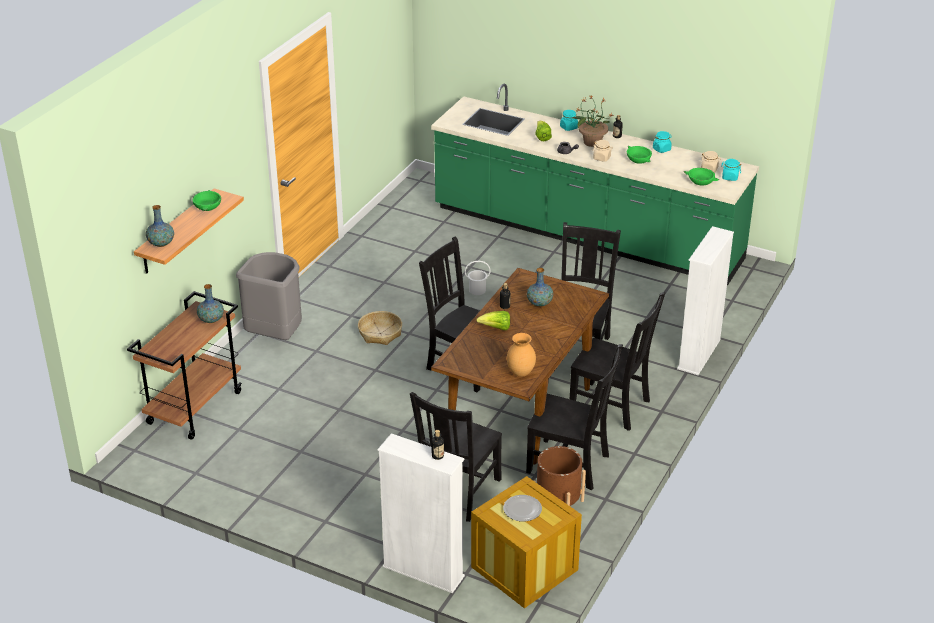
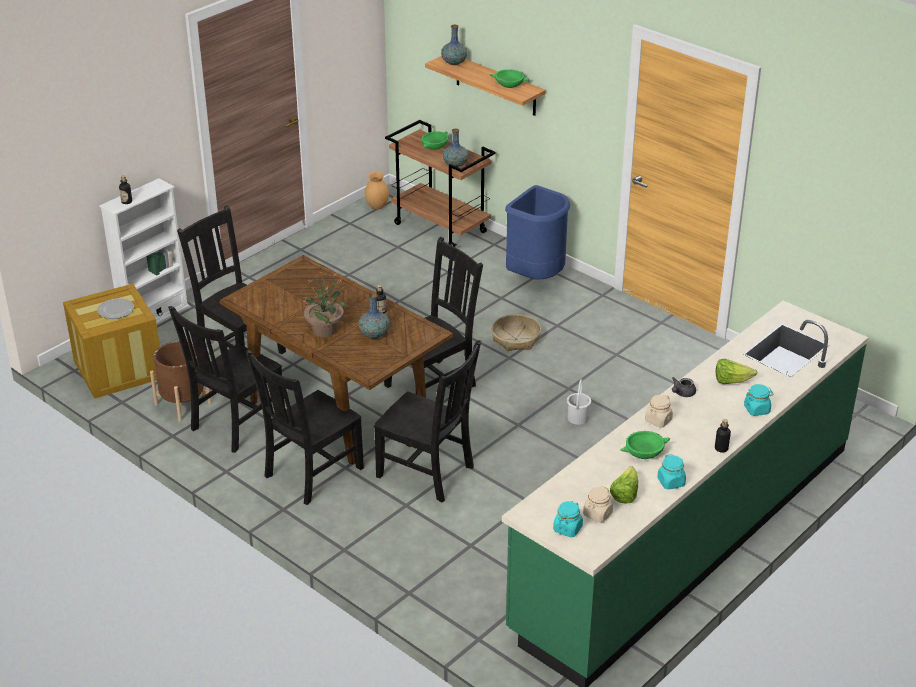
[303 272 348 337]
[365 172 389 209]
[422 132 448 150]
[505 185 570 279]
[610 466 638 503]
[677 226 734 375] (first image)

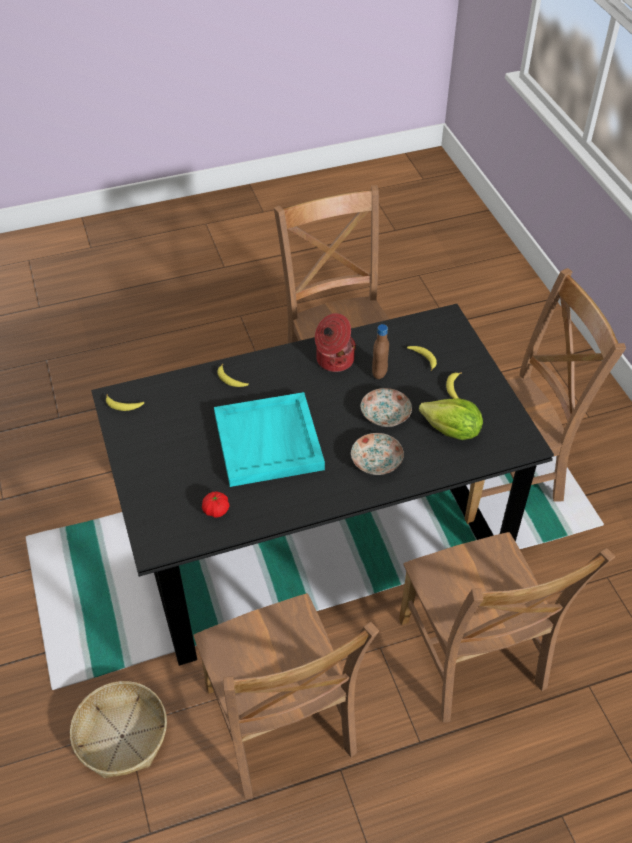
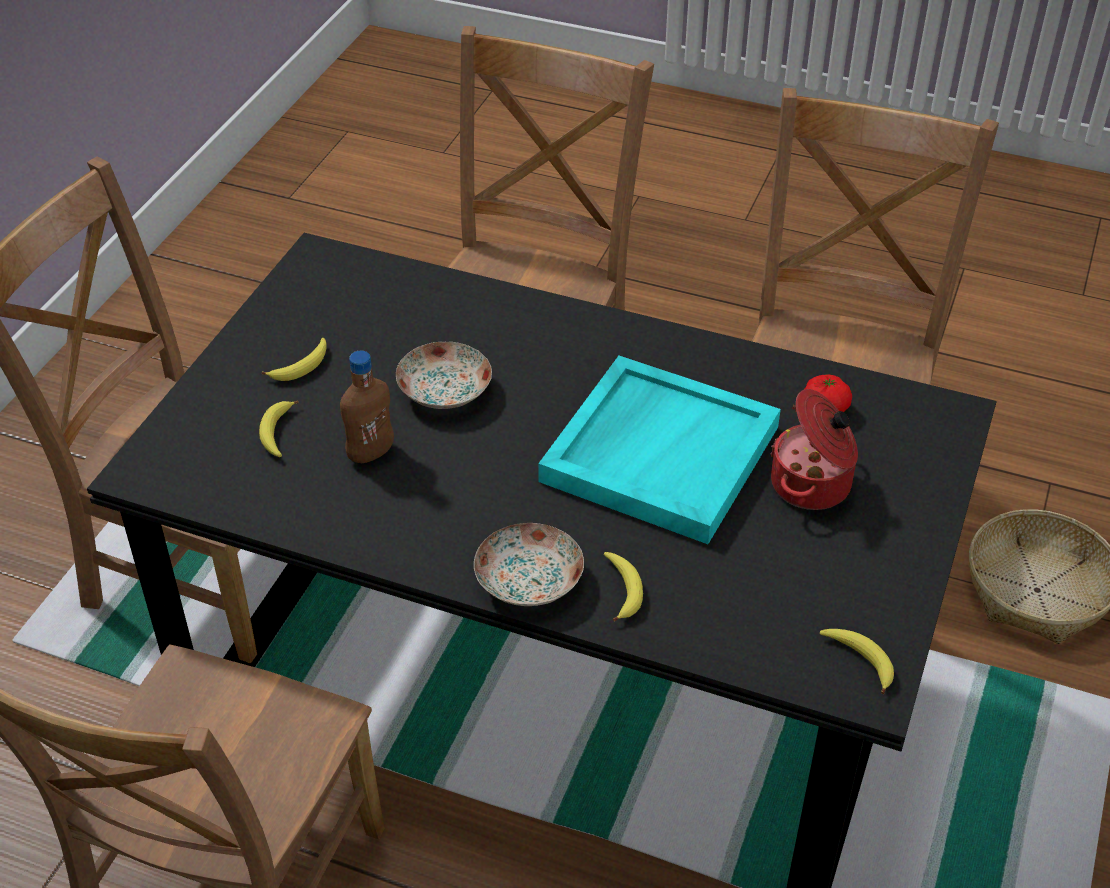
[474 523 584 606]
[770 389 858 510]
[419 398 483 440] (first image)

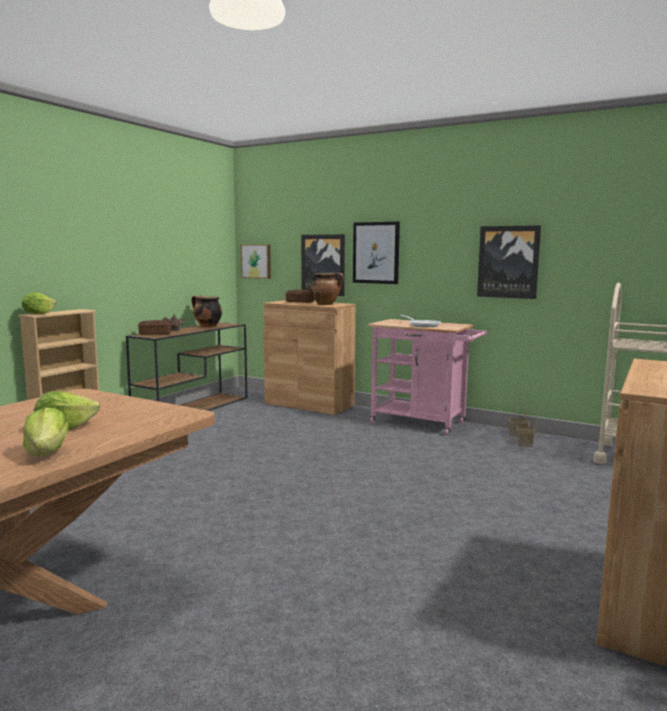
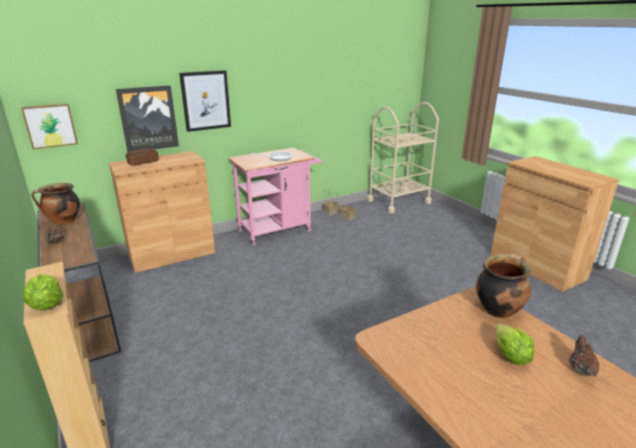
[476 253 531 318]
[569 335 599 376]
[138 320 172 335] (first image)
[477 225 541 299] (first image)

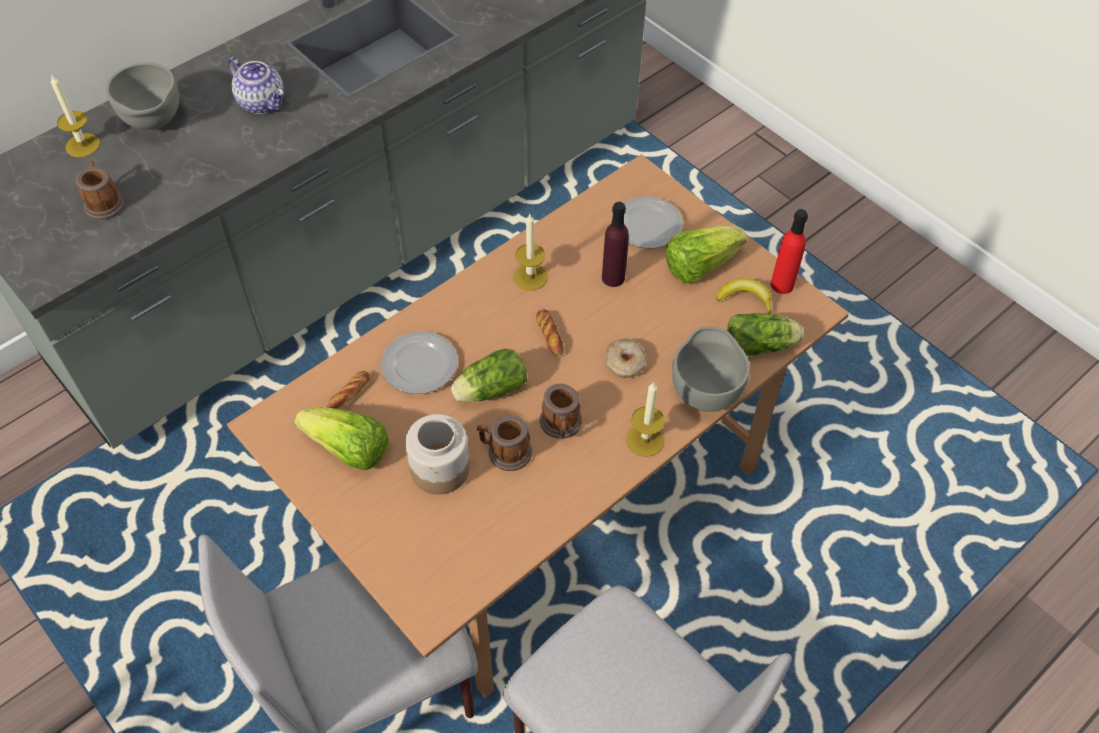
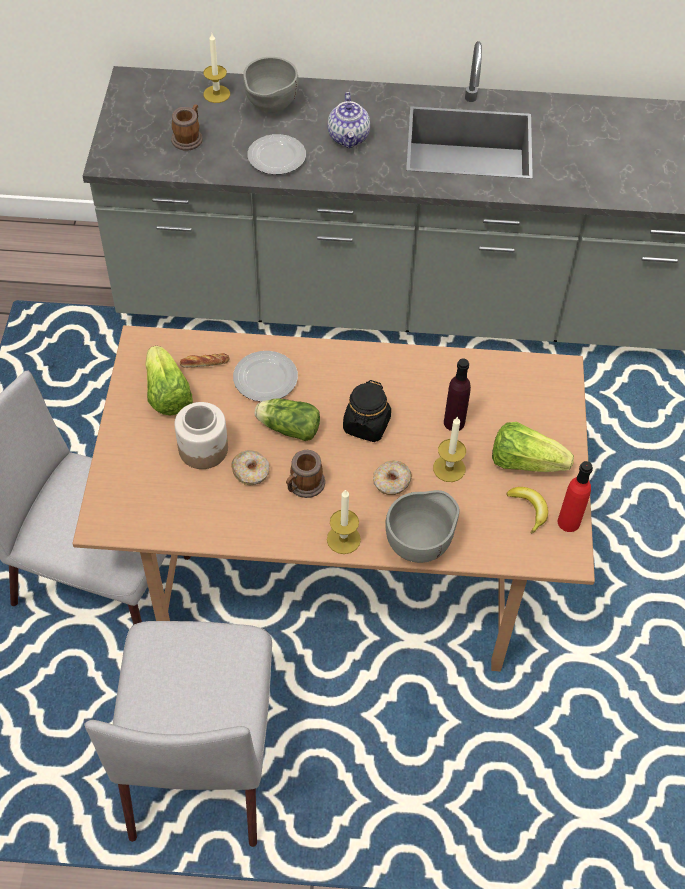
[231 451 270 485]
[247 134 306 175]
[343 380 391 442]
[433 416 466 482]
[727 313 803 356] (first image)

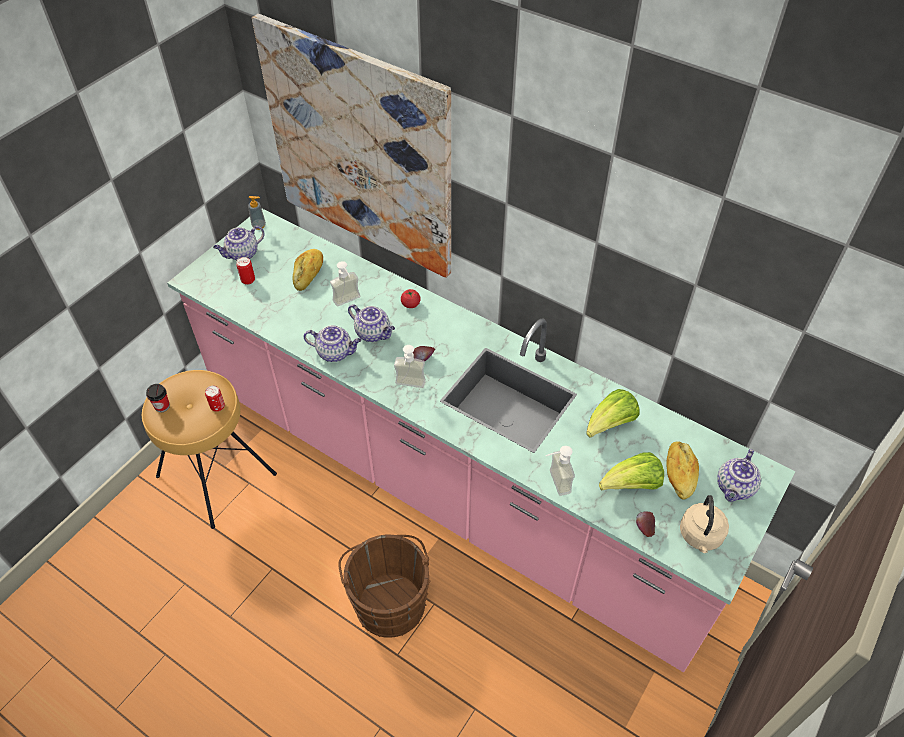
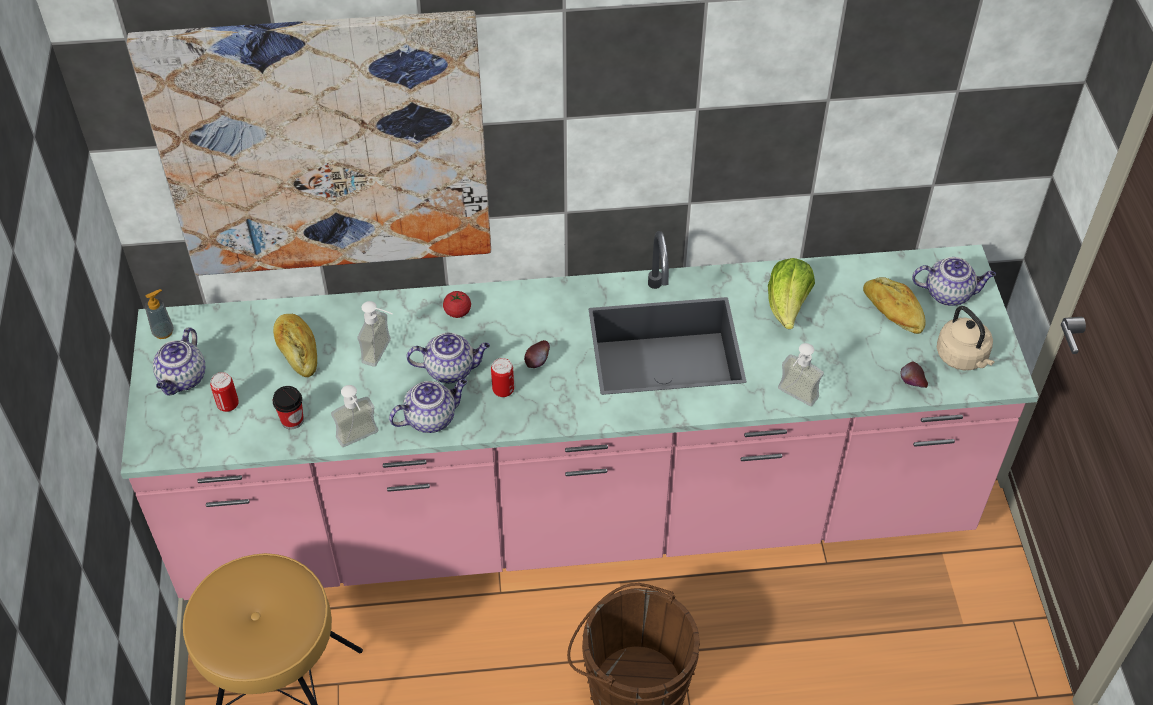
[273 386 304 429]
[331 385 378 447]
[491 358 514 397]
[912 257 996 306]
[599 452 664 490] (first image)

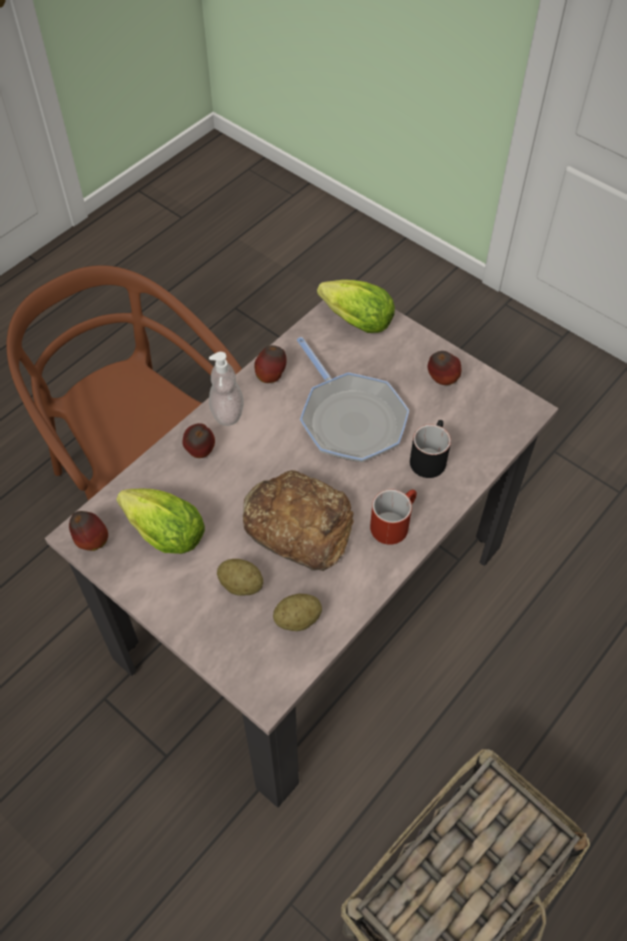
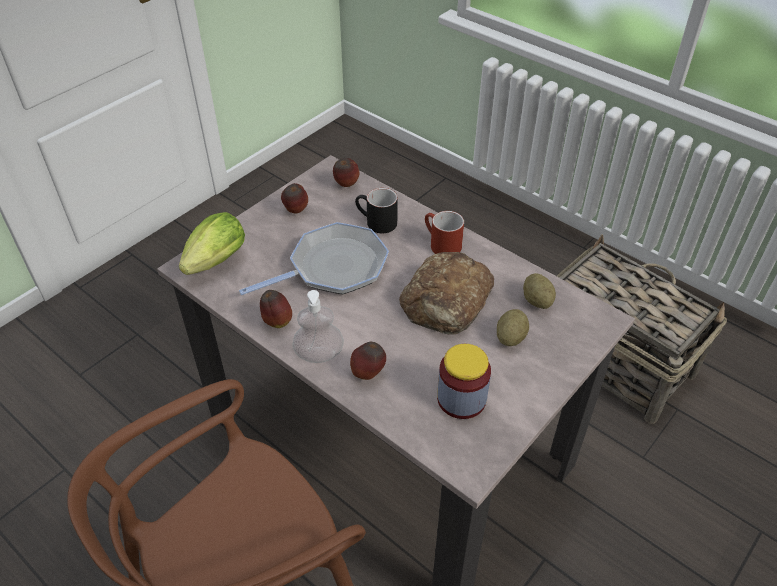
[333 158 359 187]
[437 344 491 419]

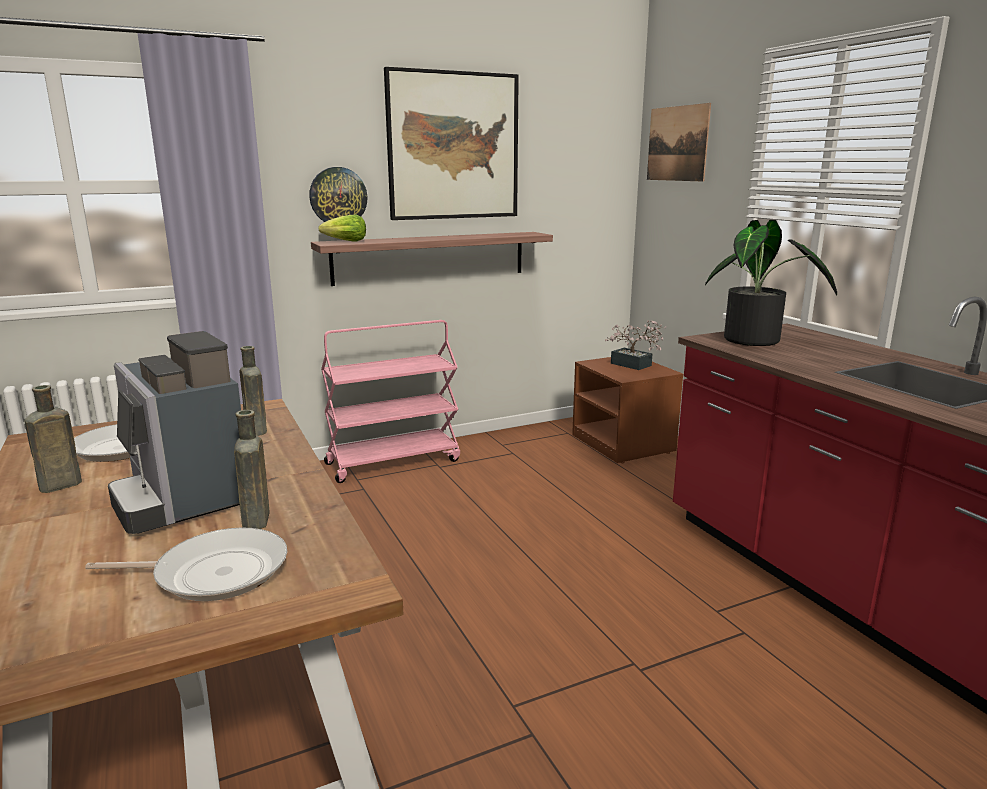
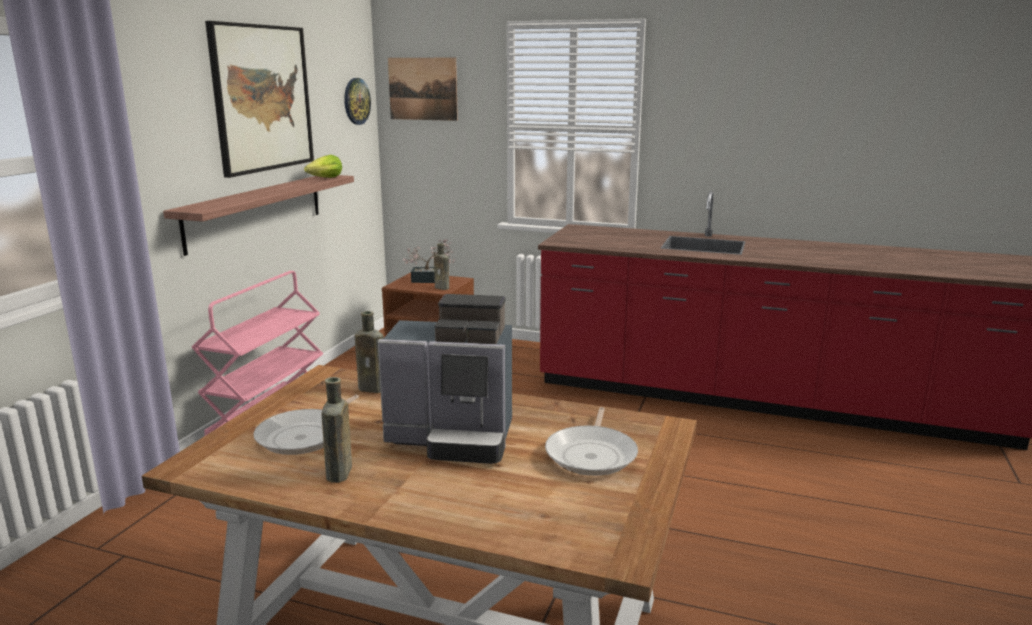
[304 155 342 178]
[344 78 371 125]
[434 243 449 290]
[545 407 638 476]
[705 220 837 346] (first image)

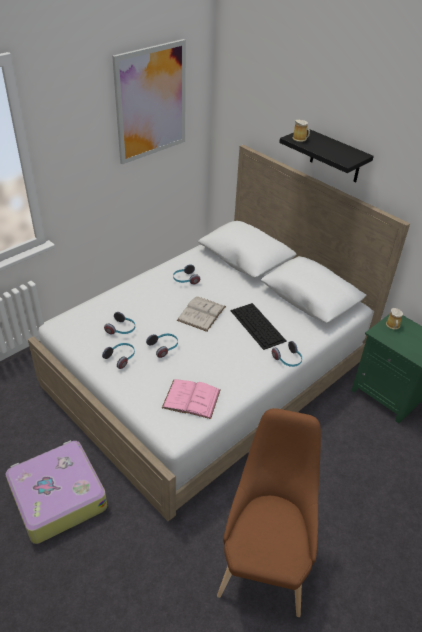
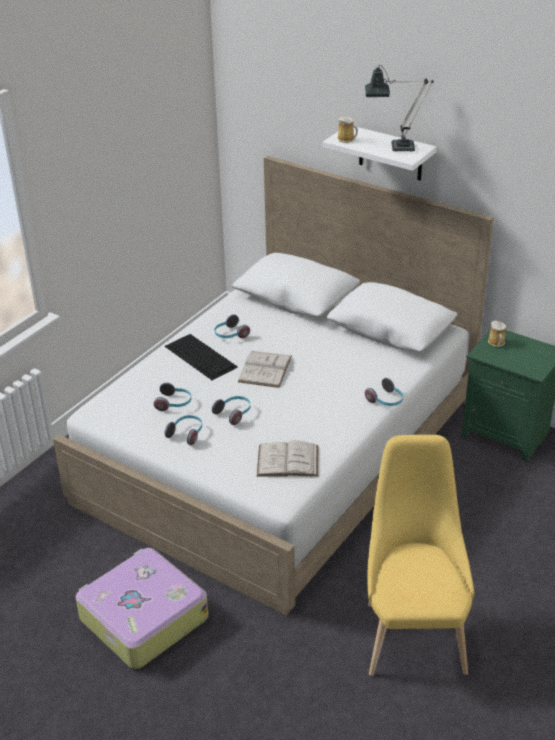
[165 334 238 380]
[257 440 318 477]
[323 127 437 181]
[365 65 434 152]
[367 435 475 676]
[112 39 186 165] (first image)

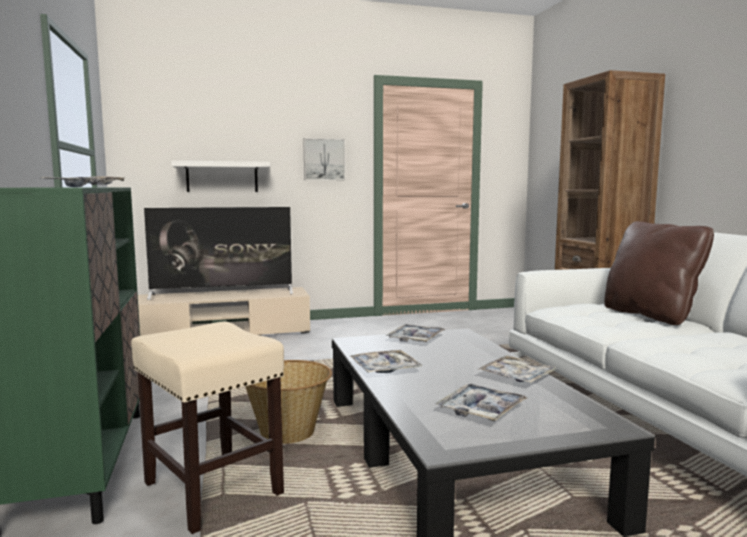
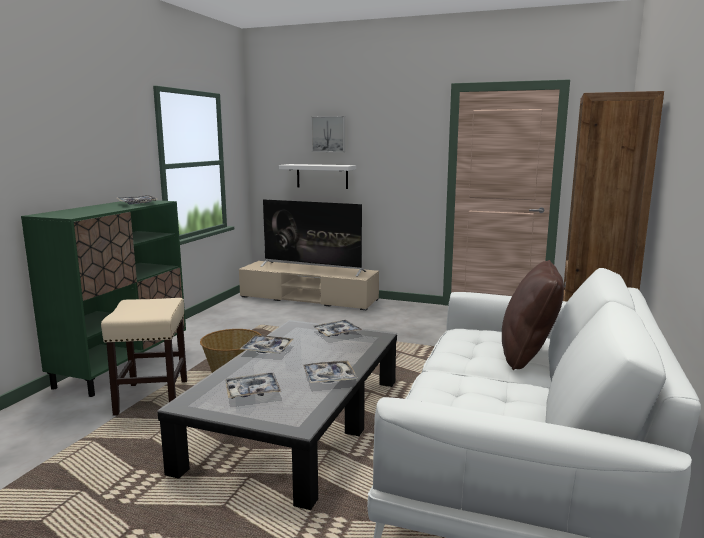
[311 116 345 152]

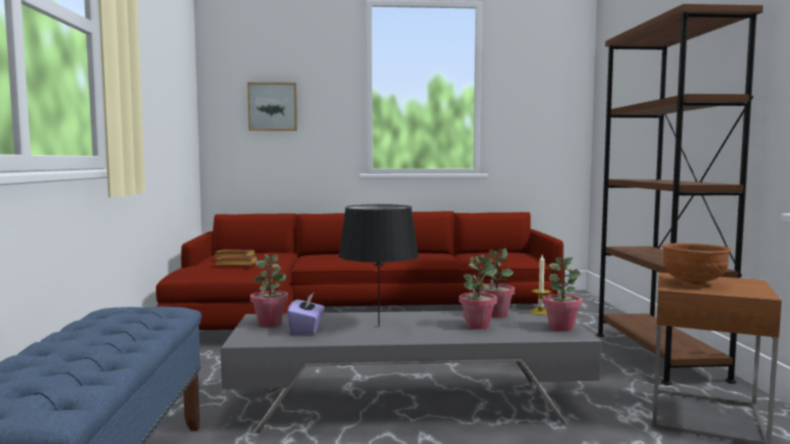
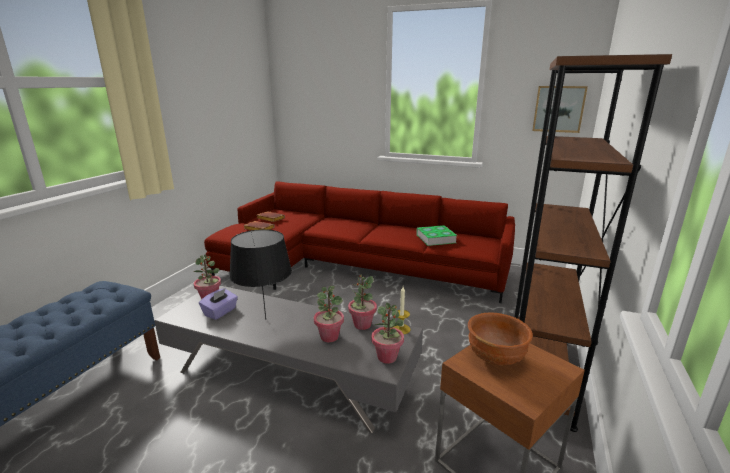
[416 225 457 246]
[532 86 588 133]

